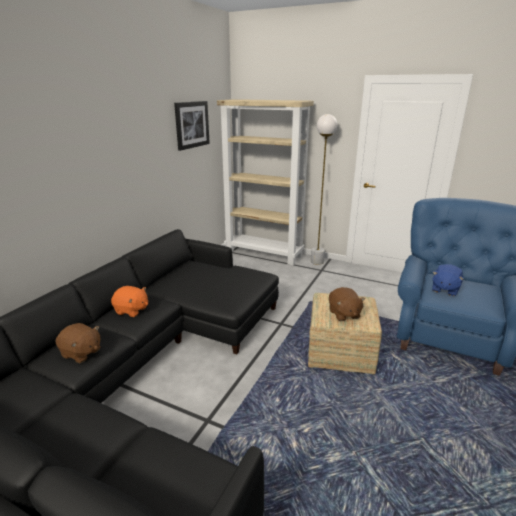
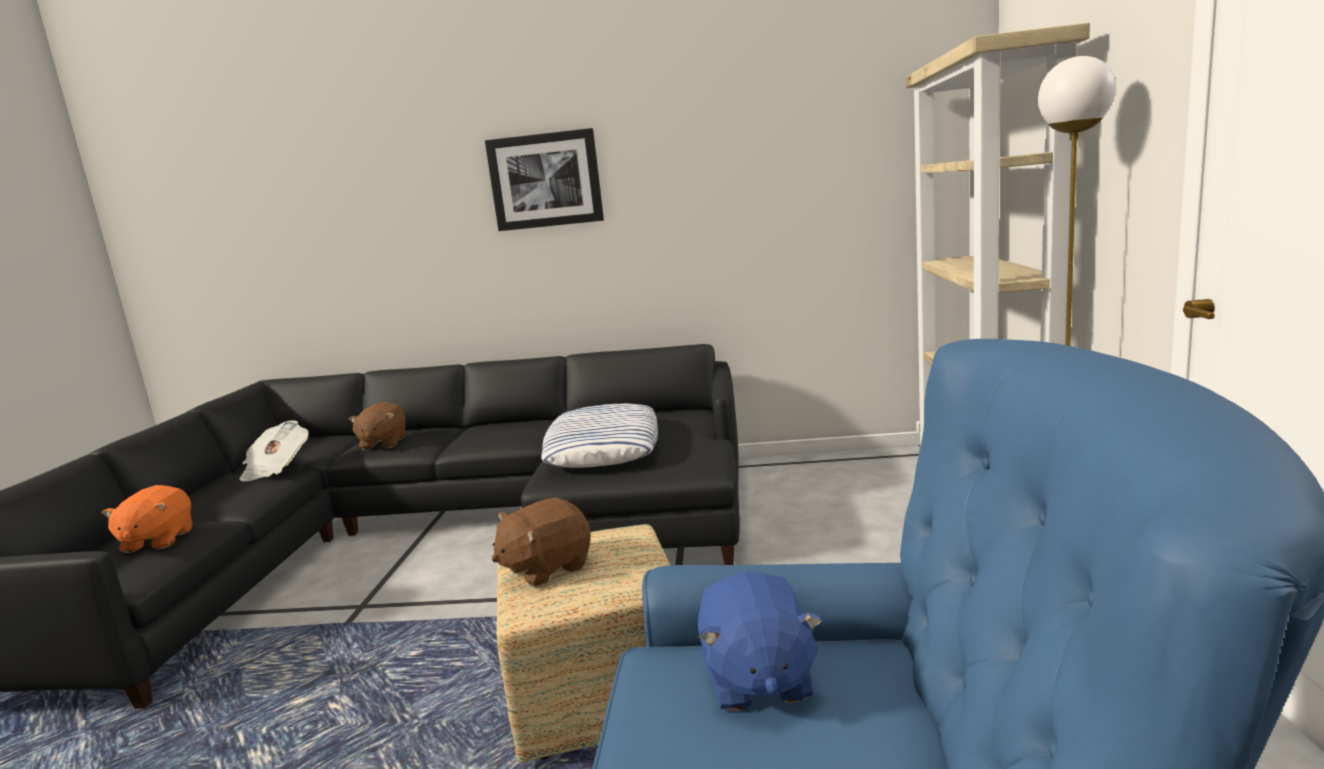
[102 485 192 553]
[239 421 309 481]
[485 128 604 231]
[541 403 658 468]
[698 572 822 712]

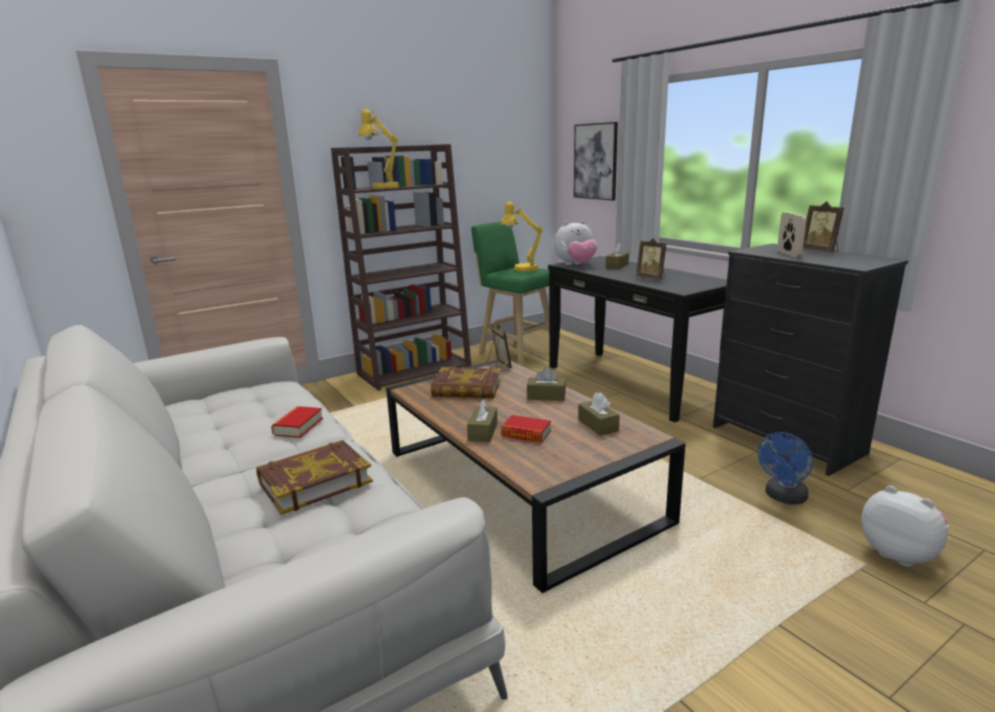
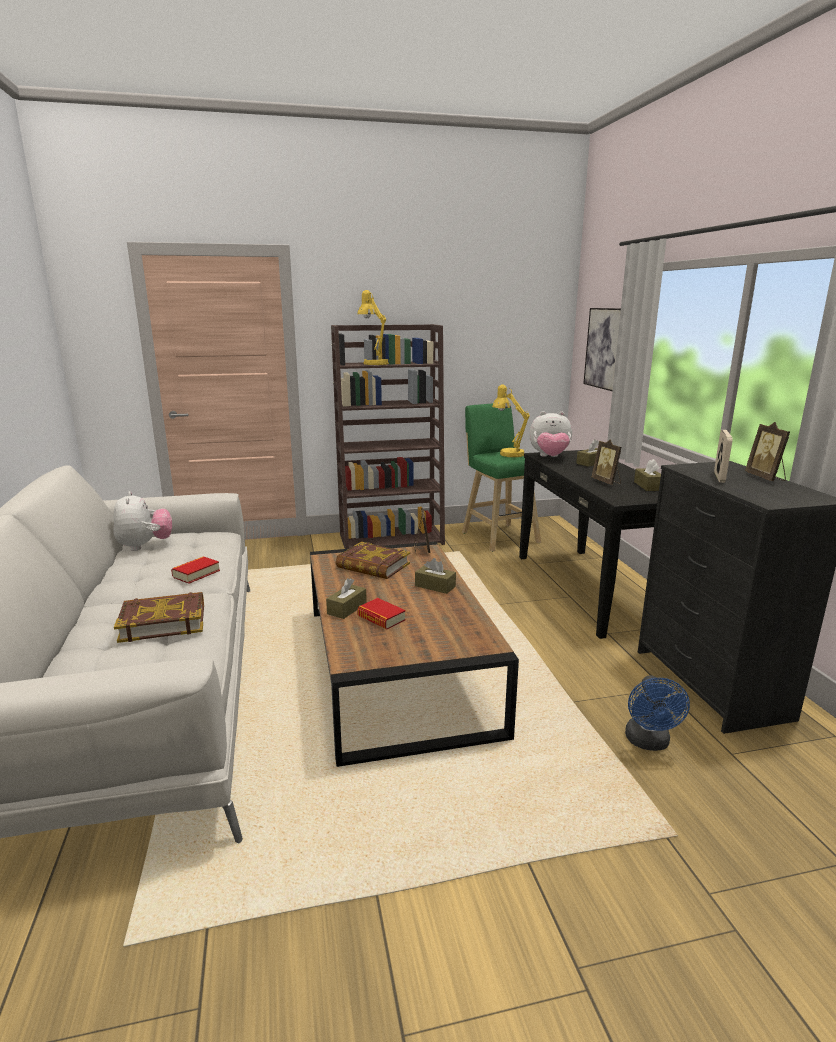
[113 491 172 551]
[625 675 690 751]
[634 459 661 491]

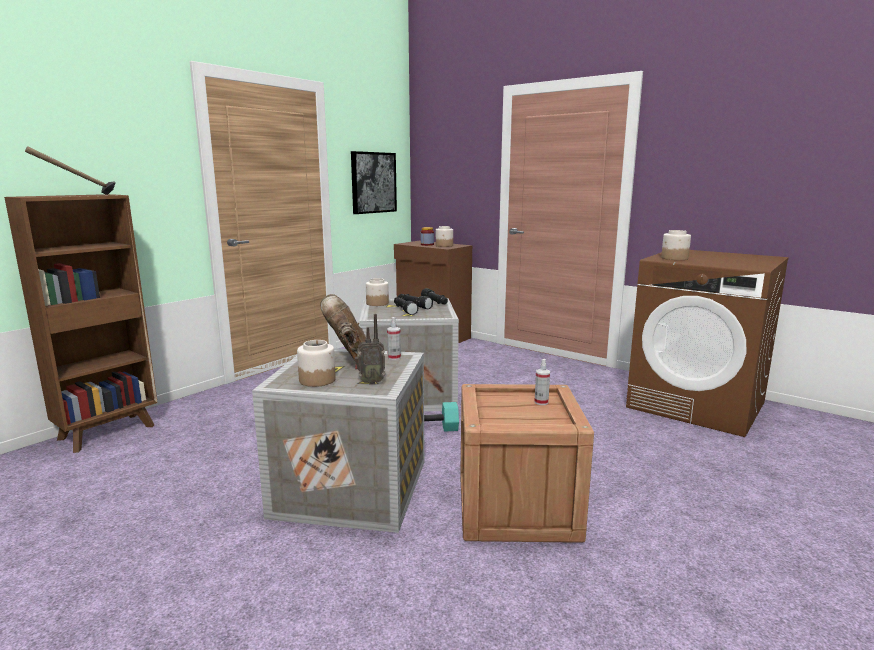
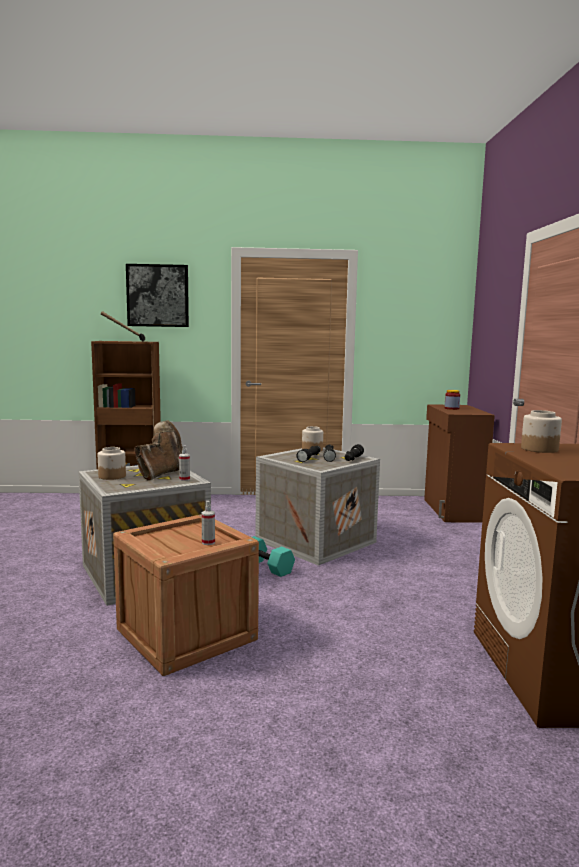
[126 264 189 327]
[355 314 385 385] (first image)
[436 226 453 247] (first image)

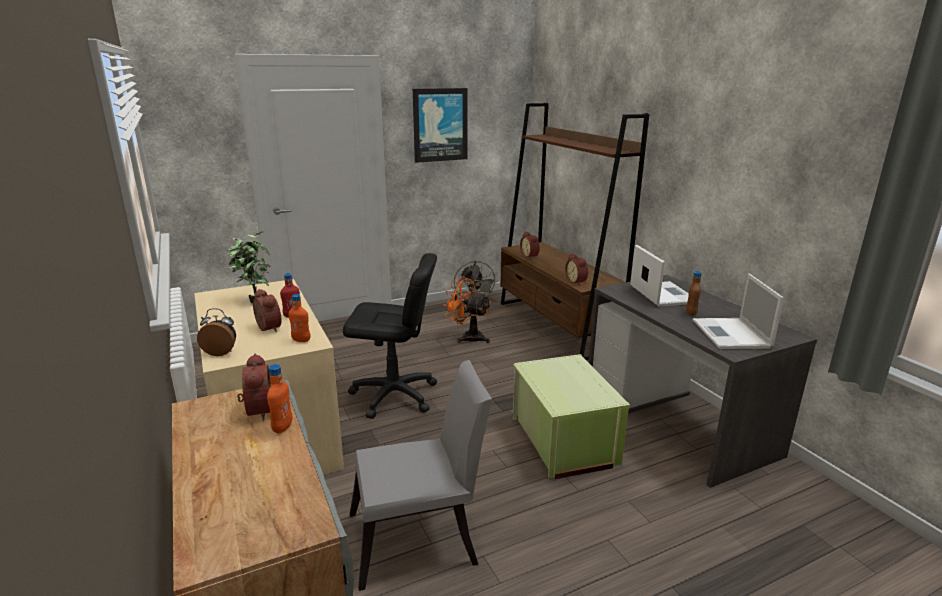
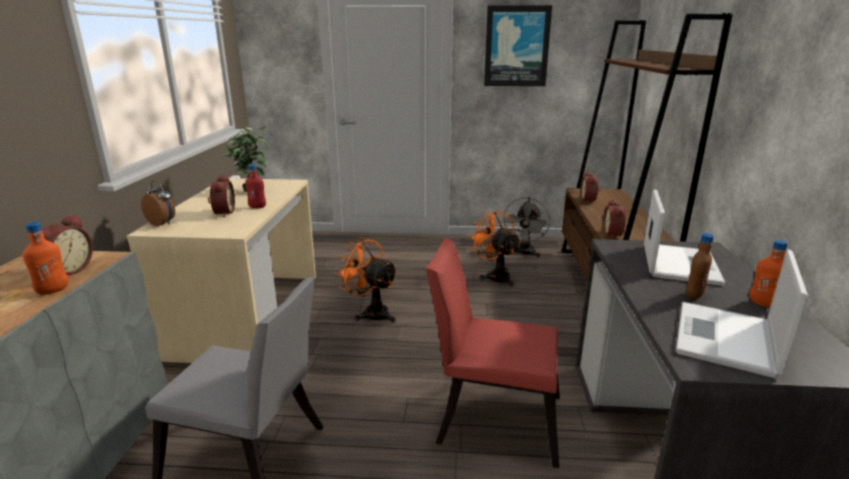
[335 237 398 323]
[426 238 560 468]
[749 240 788 308]

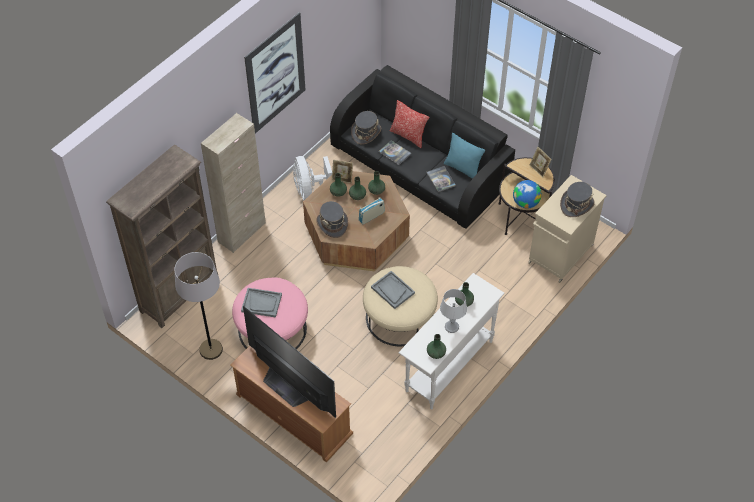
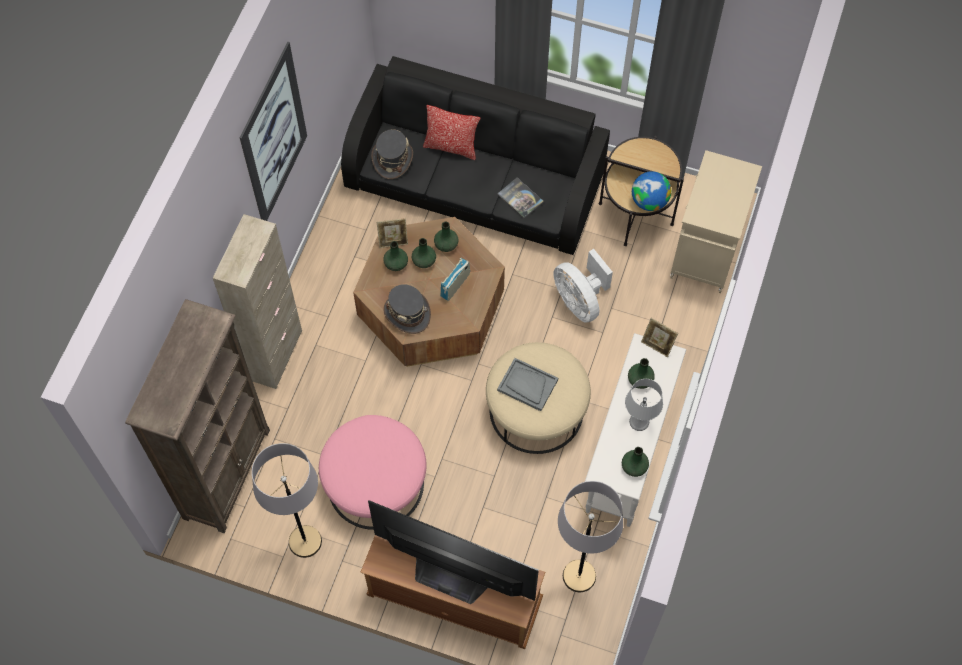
[553 249 613 323]
[558 481 623 592]
[641 318 678 357]
[241 288 282 318] (first image)
[379 140 411 165] (first image)
[444 133 485 179] (first image)
[560 182 595 217] (first image)

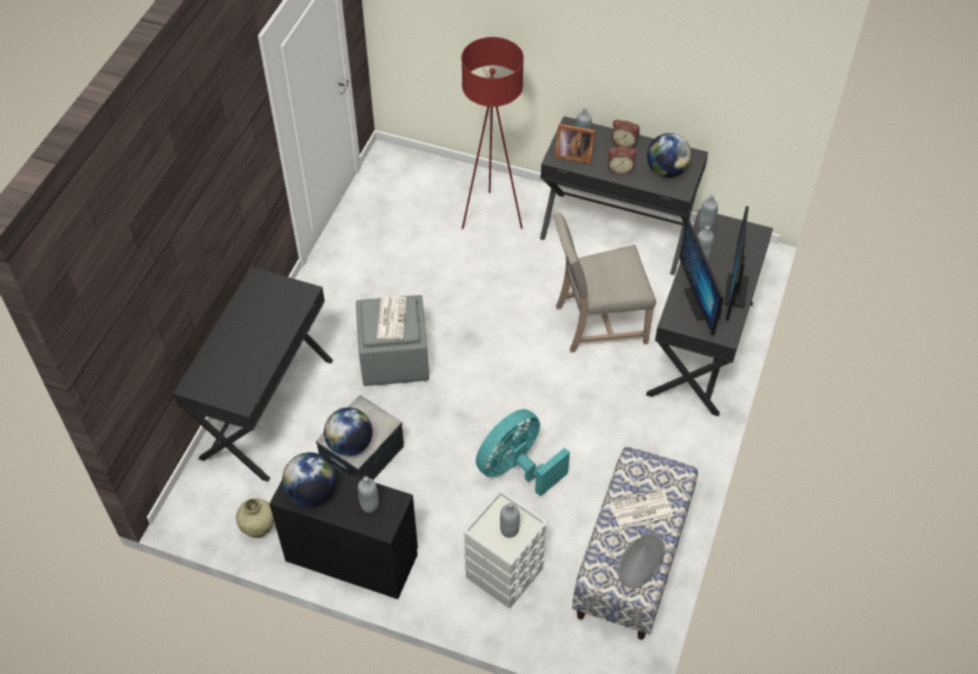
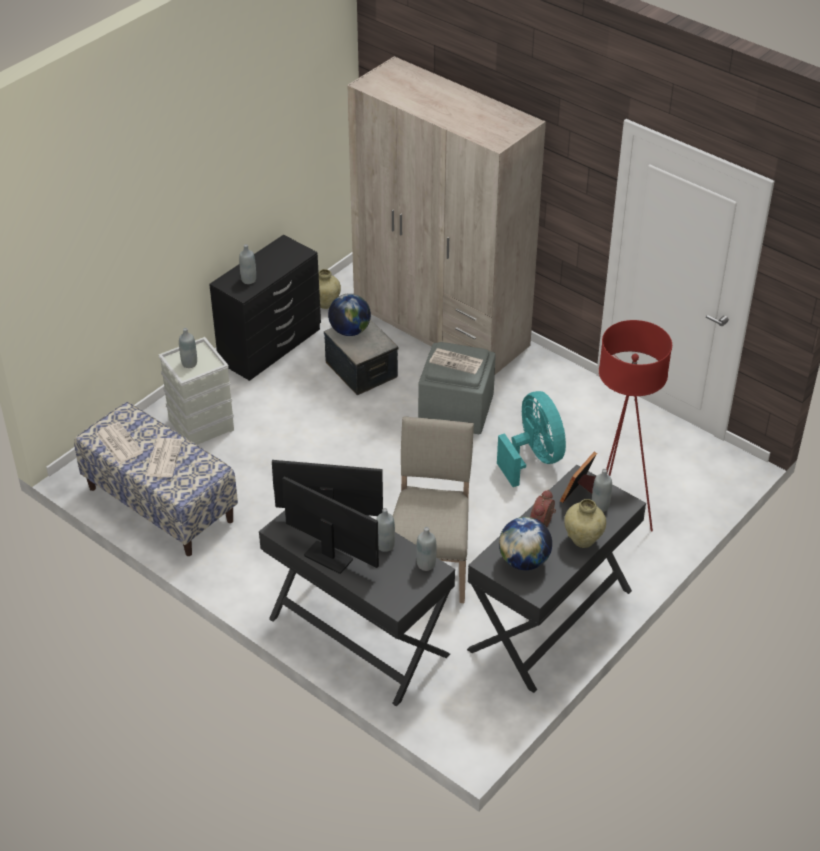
[96 422 143 464]
[347 56 546 375]
[497 391 566 487]
[564 499 606 548]
[282 452 336 506] (first image)

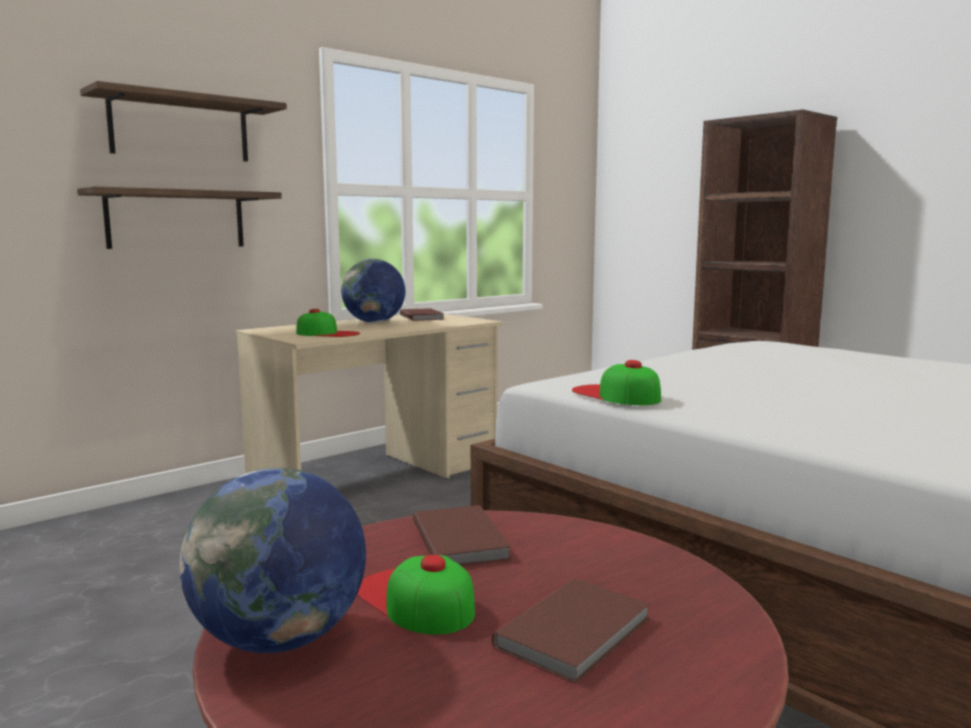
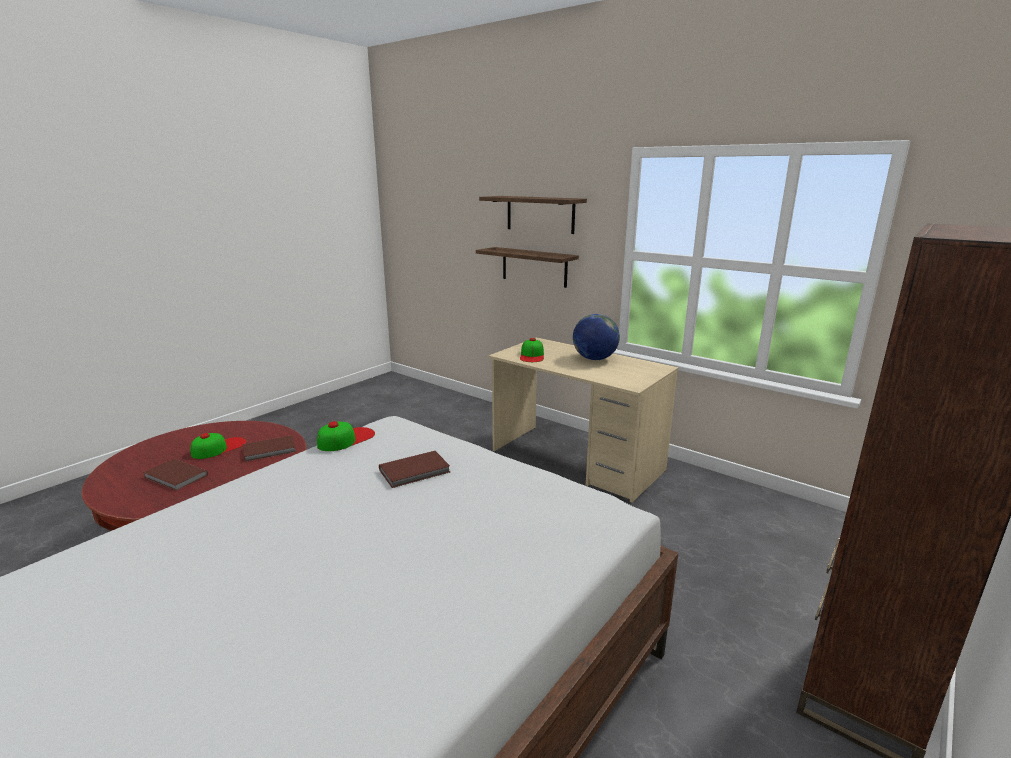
[379 451 450 488]
[179 468 366 653] (first image)

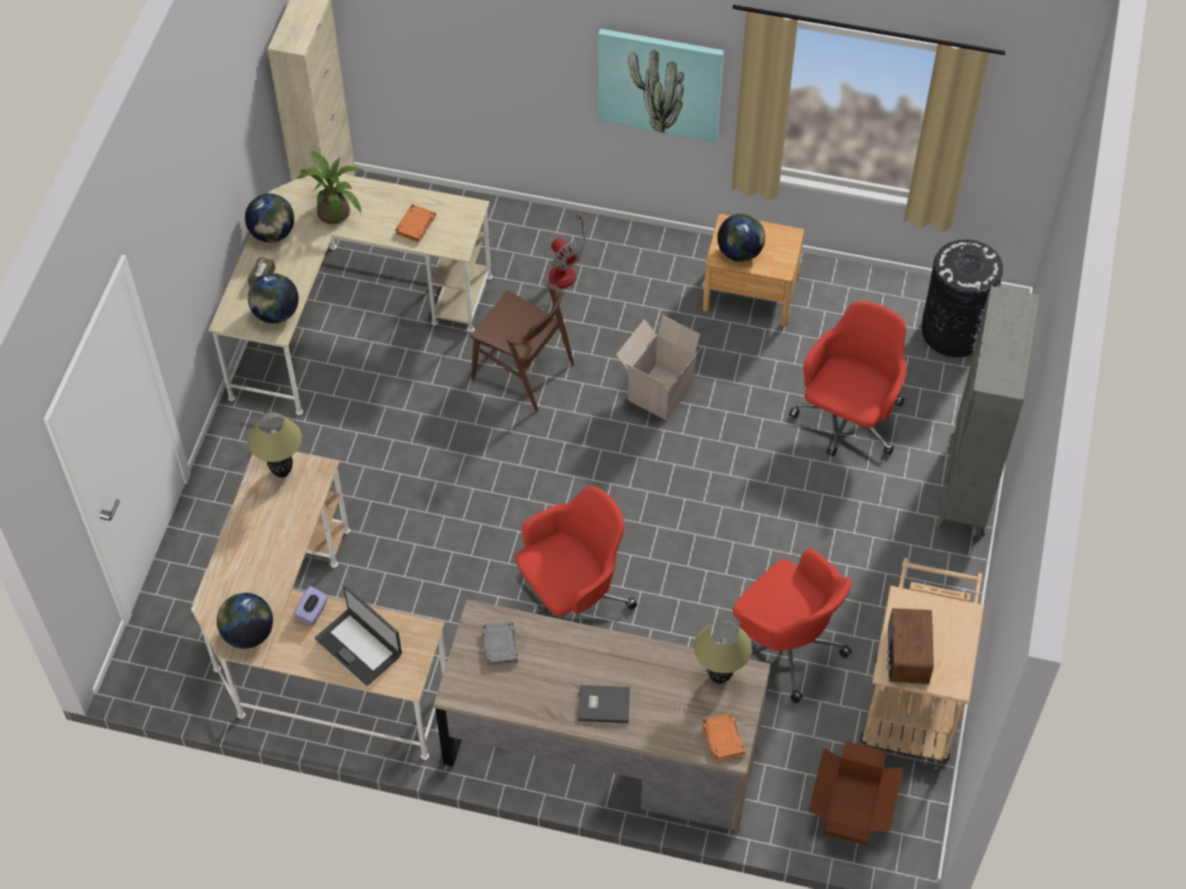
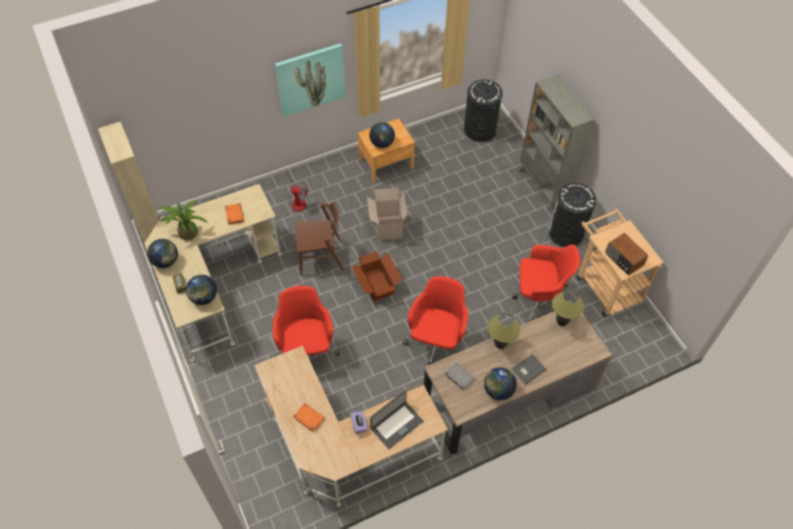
[273 286 340 360]
[293 403 325 432]
[352 251 403 302]
[370 390 423 449]
[484 367 517 400]
[488 313 520 349]
[548 183 596 247]

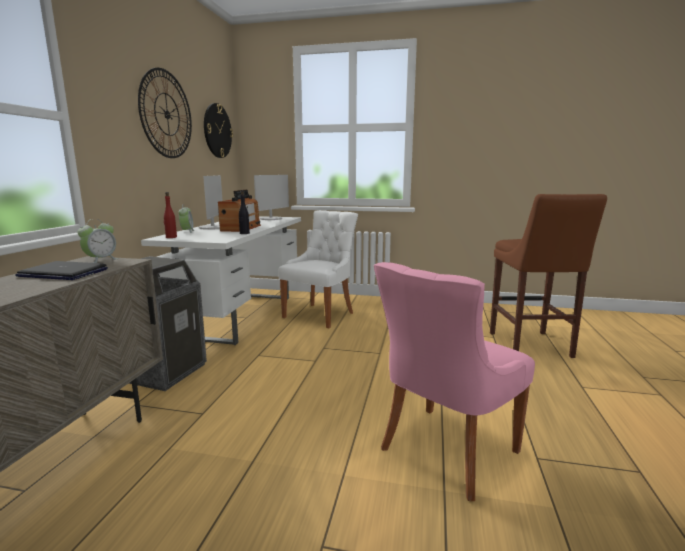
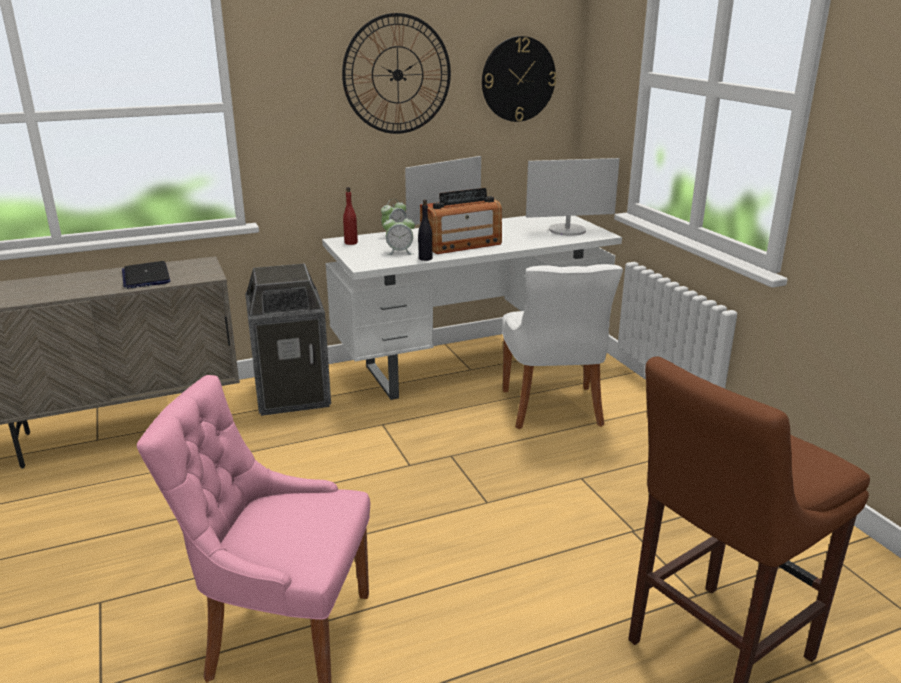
[383 218 415 255]
[502 264 623 429]

